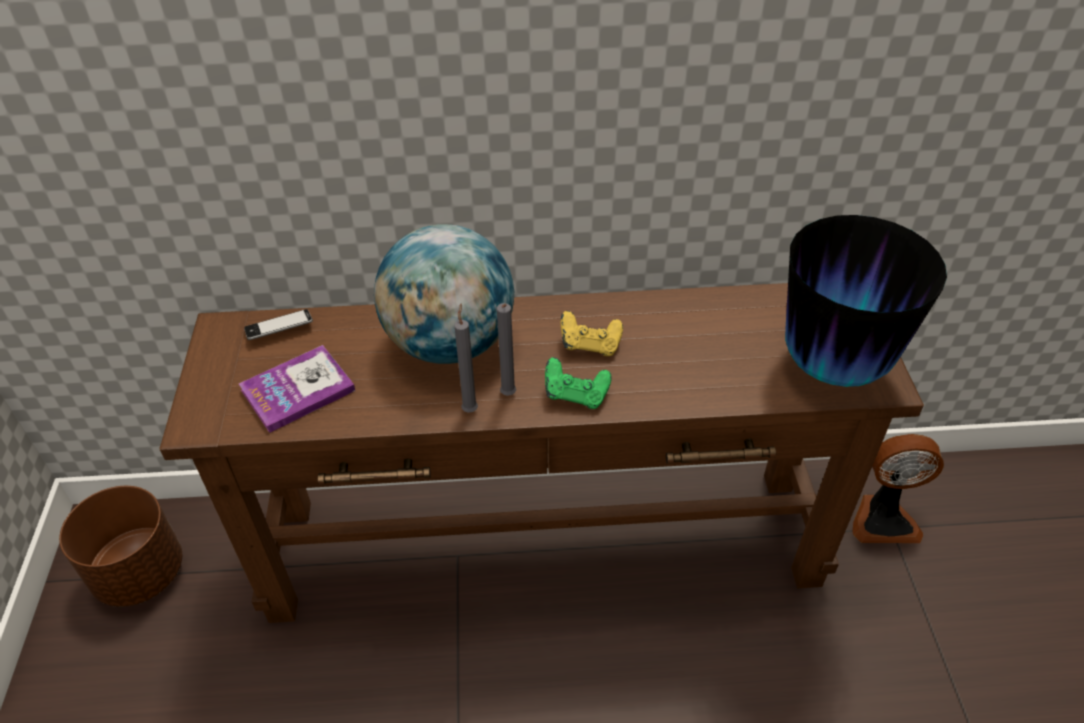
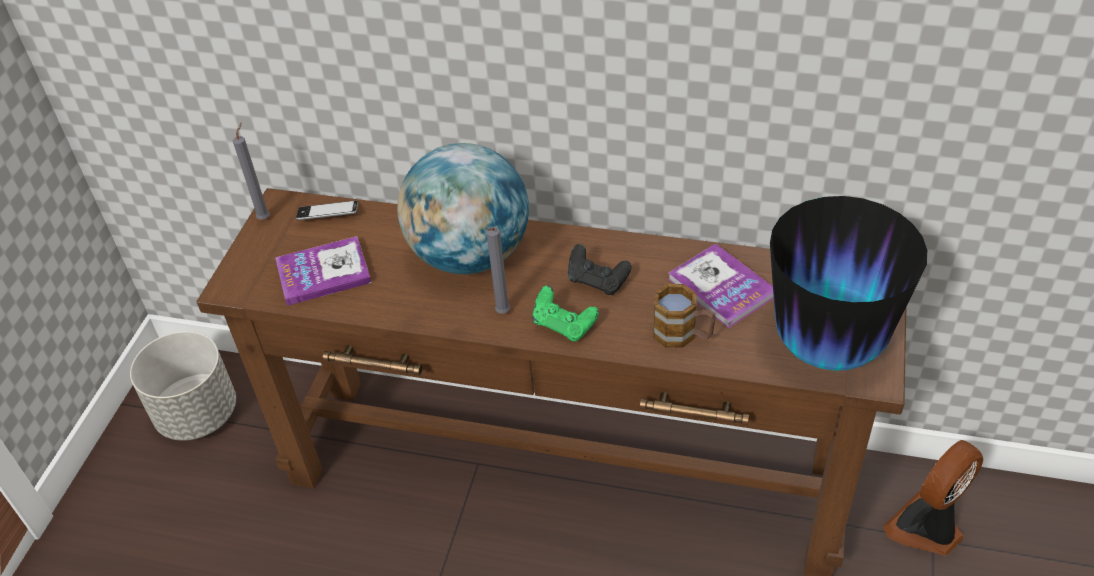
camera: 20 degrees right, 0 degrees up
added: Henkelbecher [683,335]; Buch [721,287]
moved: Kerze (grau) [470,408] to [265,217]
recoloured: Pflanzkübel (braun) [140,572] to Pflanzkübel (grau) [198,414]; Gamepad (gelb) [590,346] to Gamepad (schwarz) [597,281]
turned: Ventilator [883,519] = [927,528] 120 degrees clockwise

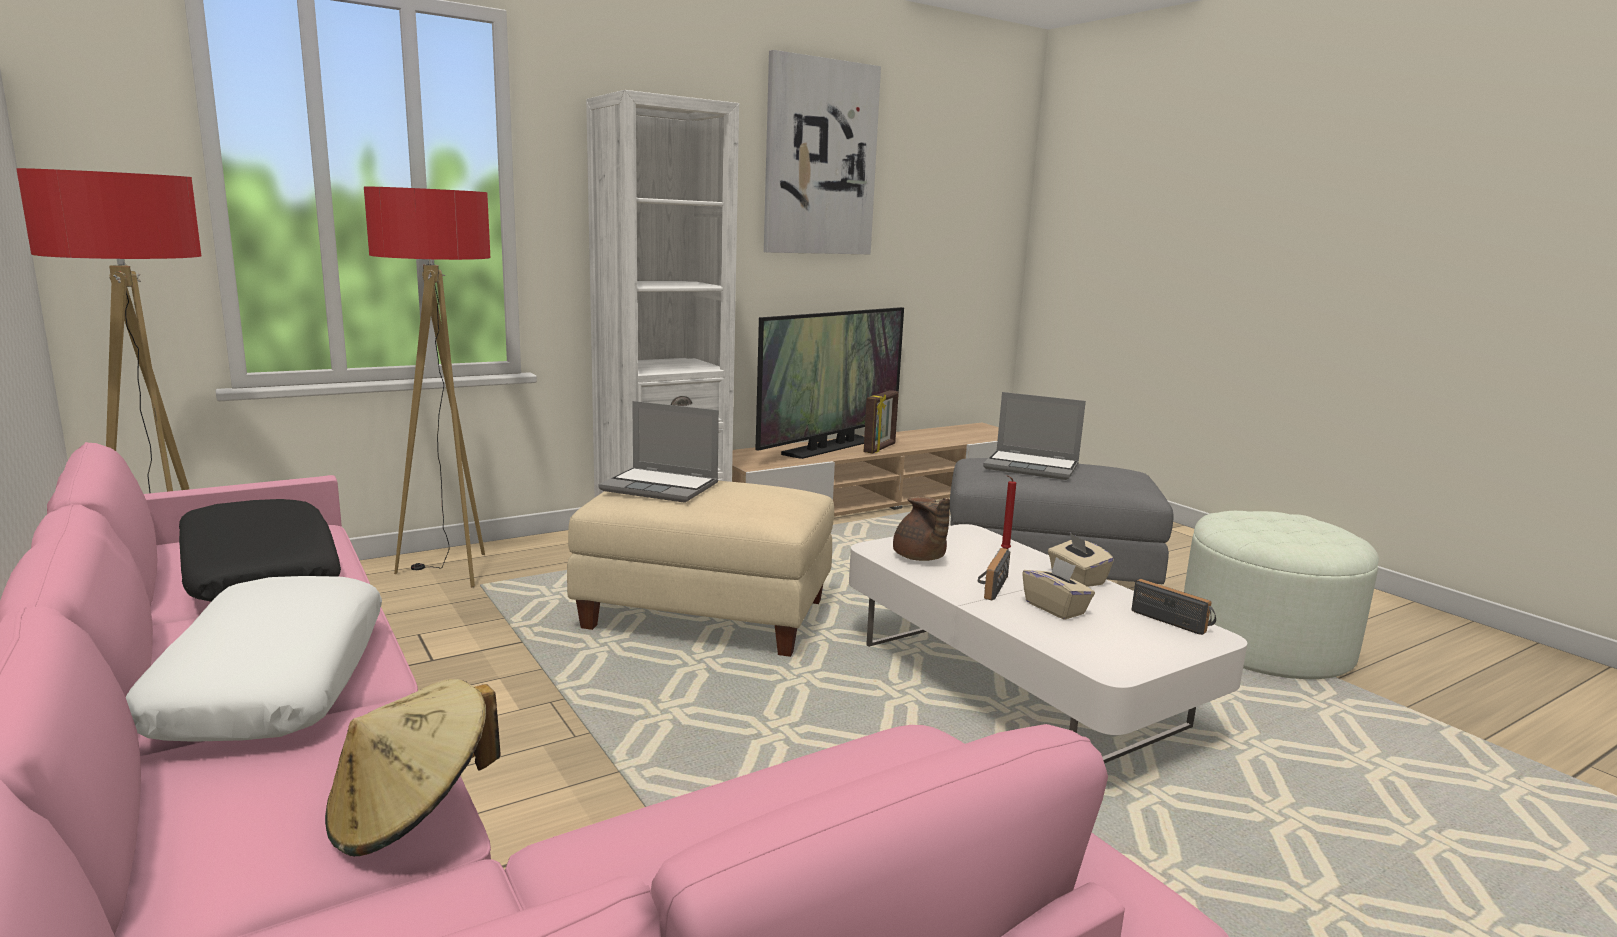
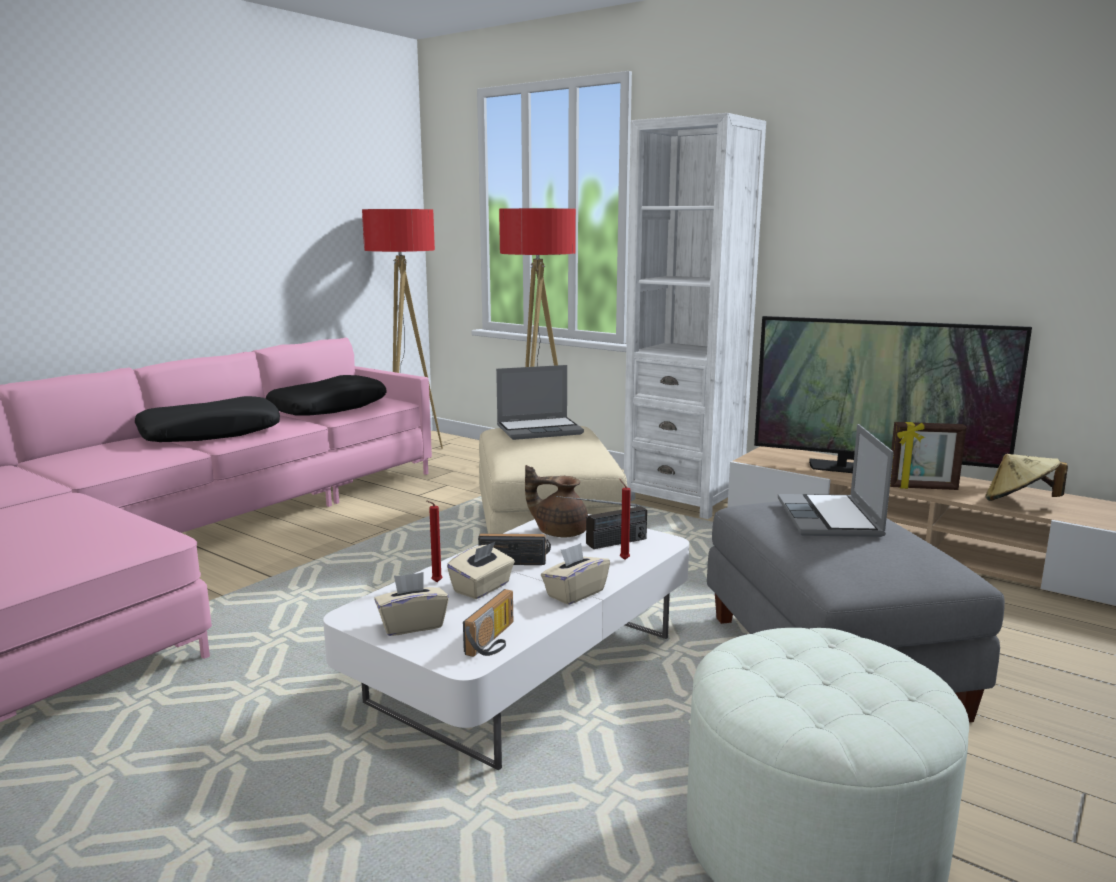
camera: 70 degrees right, 0 degrees up
removed: Bild [820,158]
added: Taschentuchbox (beige) [412,625]; Kerze (rot) [435,582]; Radio [602,545]
moved: Hut (beige) [411,813] to [1019,502]
recoloured: Kissen (weiß) [272,681] to Kissen (schwarz) [210,433]
turned: Laptop [662,487] = [540,430] 105 degrees counterclockwise; Teekanne (braun) [920,558] = [559,532] 60 degrees clockwise

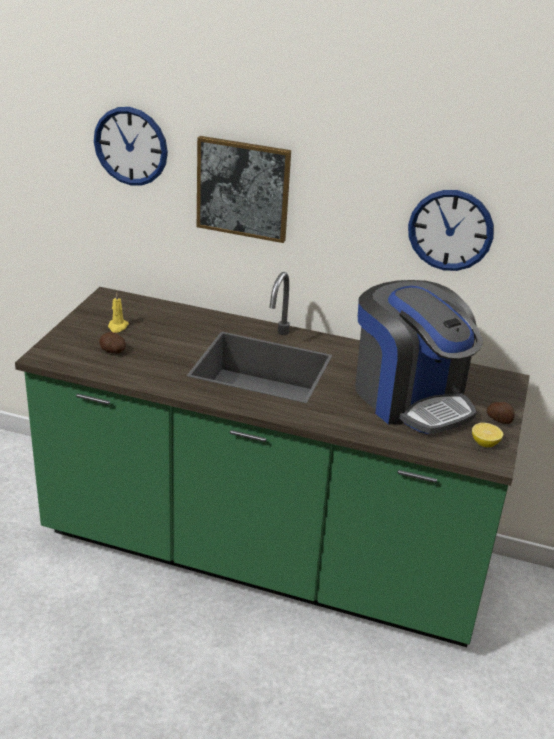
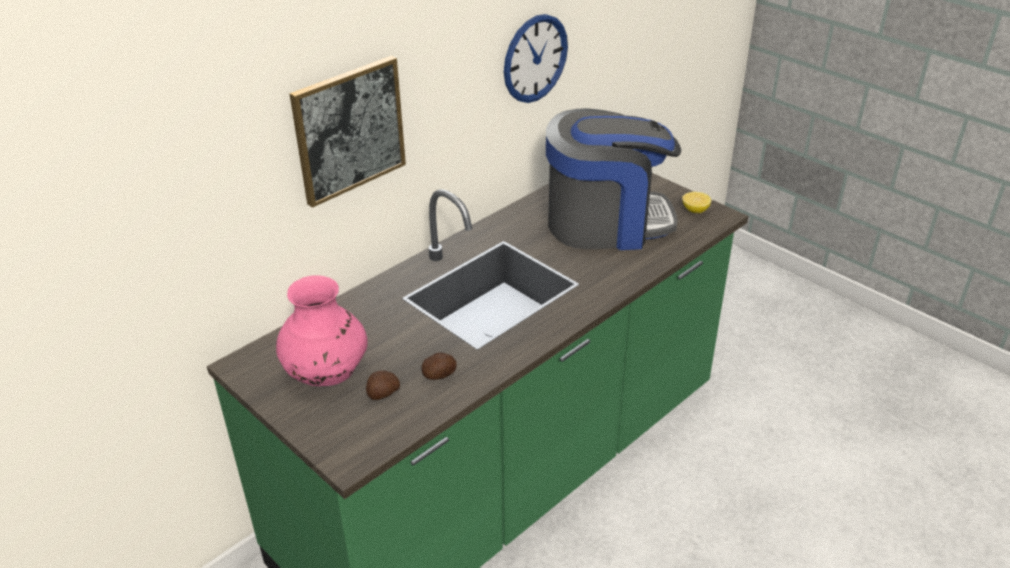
camera: 60 degrees left, 5 degrees up
removed: Wanduhr [131,146]
moved: Kartoffel [499,420] to [439,375]
replaced: Kerze (gelb) [117,327] to Vase (rosa) [327,375]

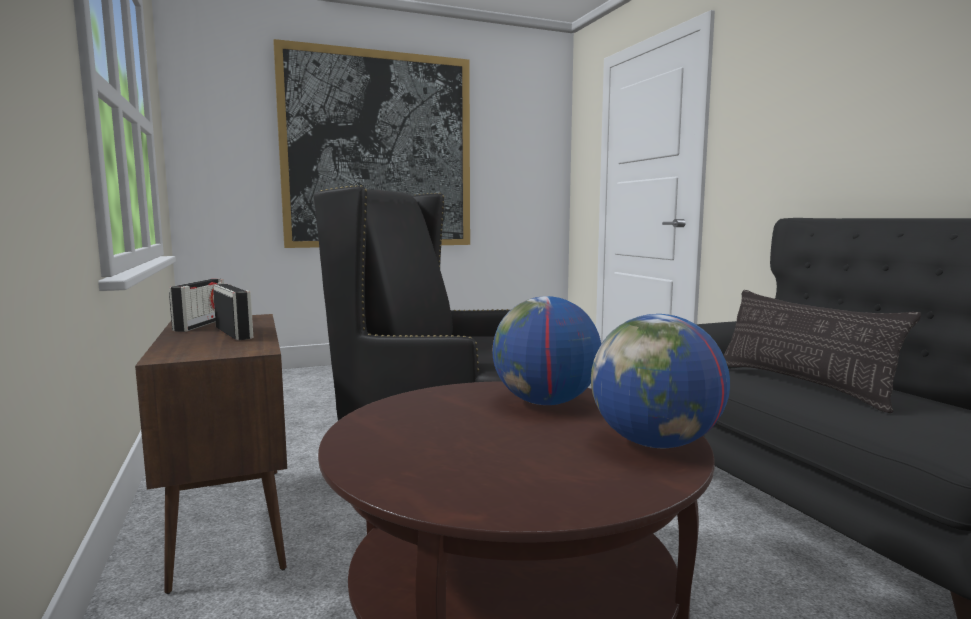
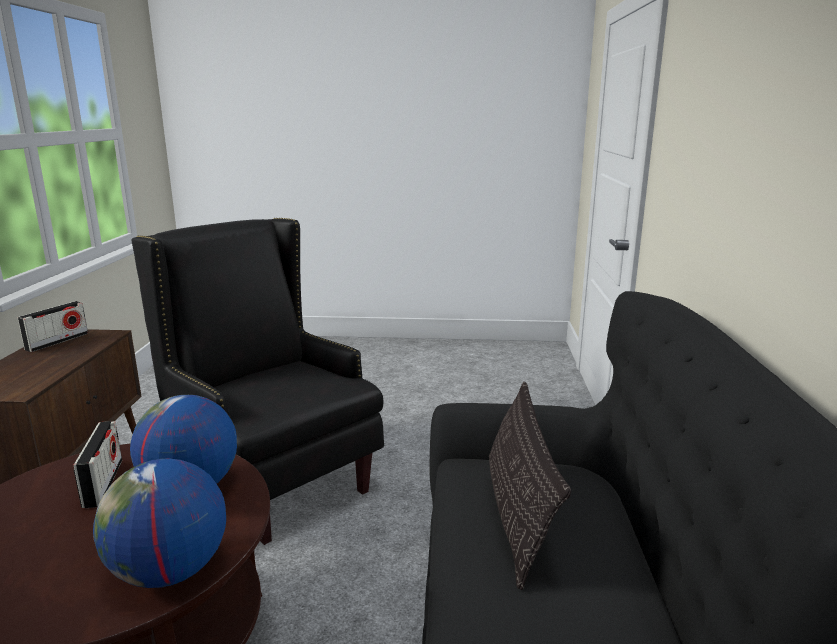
camera: 25 degrees right, 10 degrees up
removed: Bild [378,151]
moved: Radio [234,333] to [103,483]

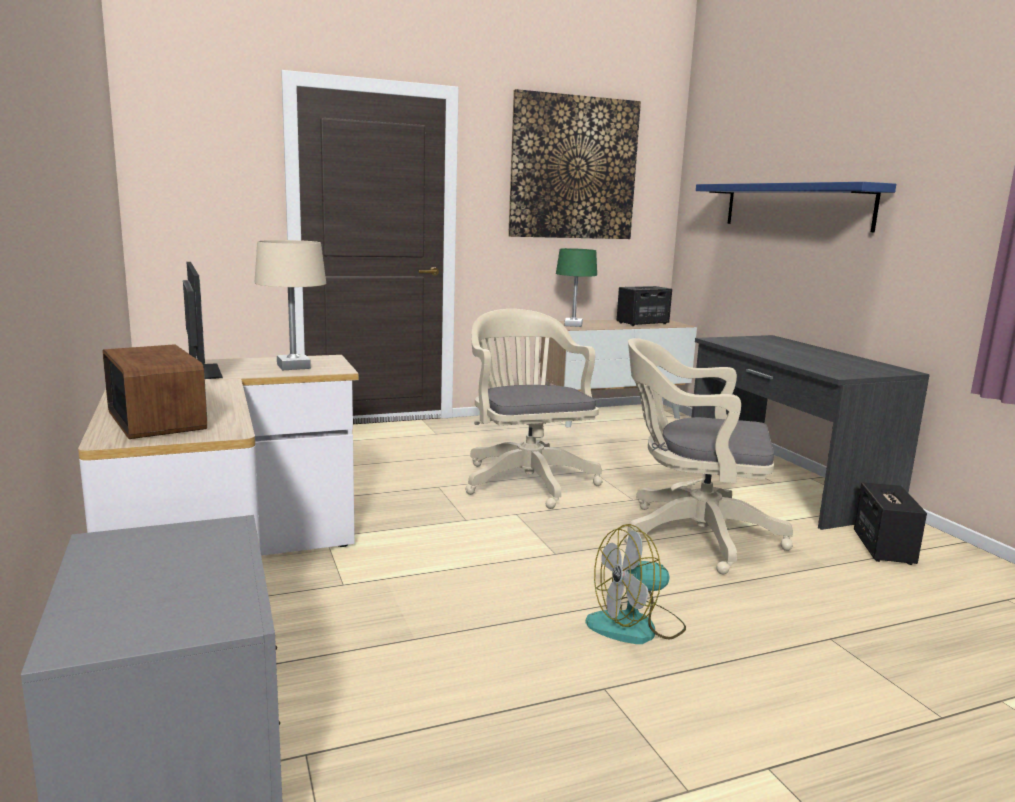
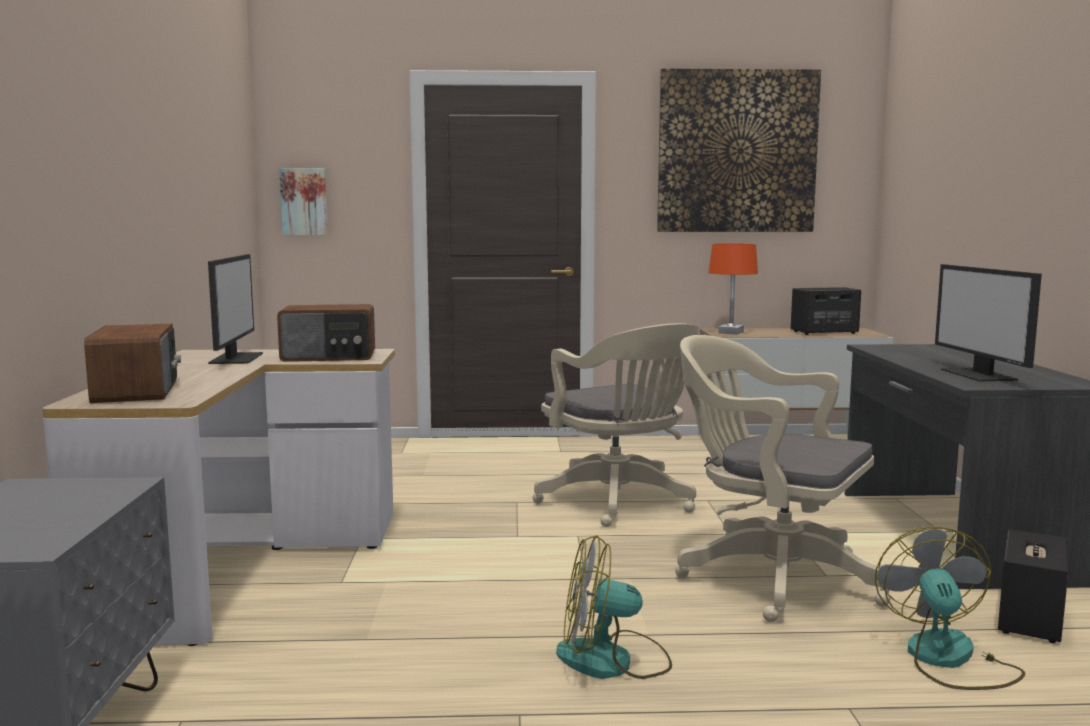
camera: 20 degrees right, 5 degrees down
removed: Wandregal (blau) [795,206]
added: Bild [304,201]; Ventilator [948,659]; Monitor [980,375]
replaced: Tischlampe (beige) [294,366] to Radio [329,356]
recoloured: Tischlampe (grün) [573,325] to Tischlampe (orange) [730,332]
turned: Bürostuhl (beige) [526,479] = [620,503] 150 degrees clockwise

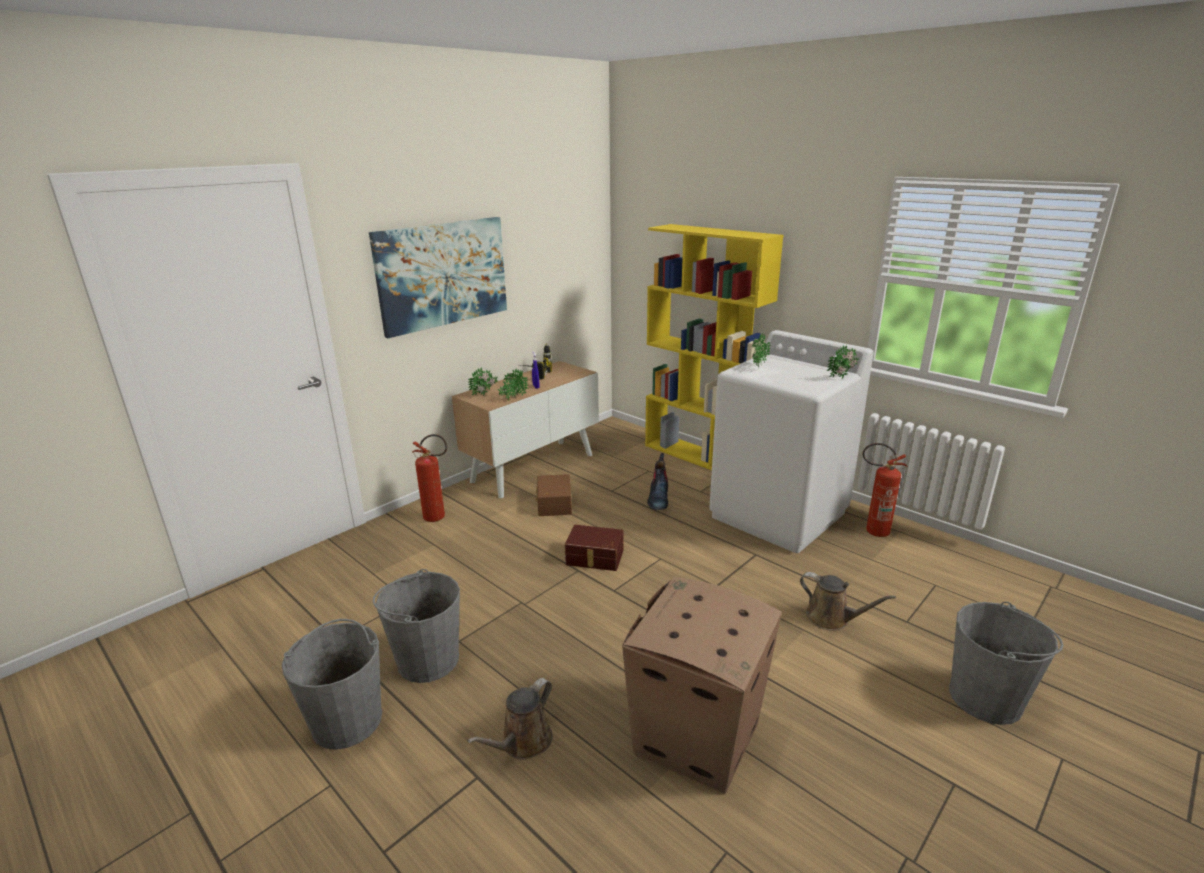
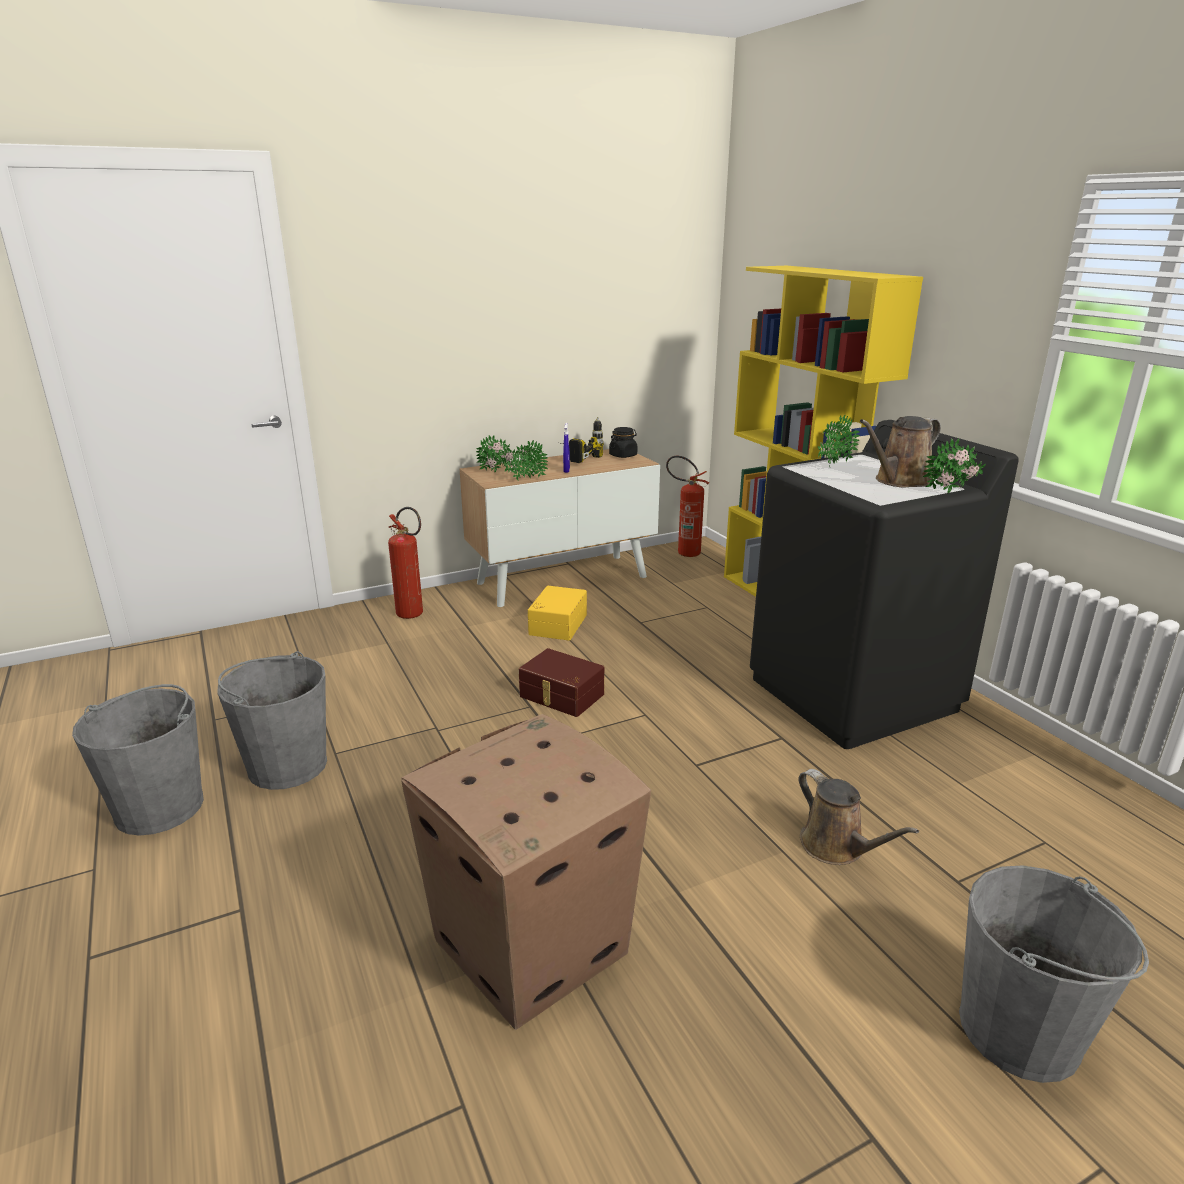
camera: 20 degrees right, 0 degrees up
removed: Bild [442,274]; Stiefel [658,498]
added: Vorratsglas (schwarz) [623,455]
moved: Gießkanne (braun) [523,743] to [900,481]; Feuerlöscher [871,531] to [683,552]
recoloured: Aufbewahrungsbox (braun) [553,504] to Aufbewahrungsbox (gelb) [556,624]; Waschmaschine (weiß) [779,515] to Waschmaschine (schwarz) [853,694]

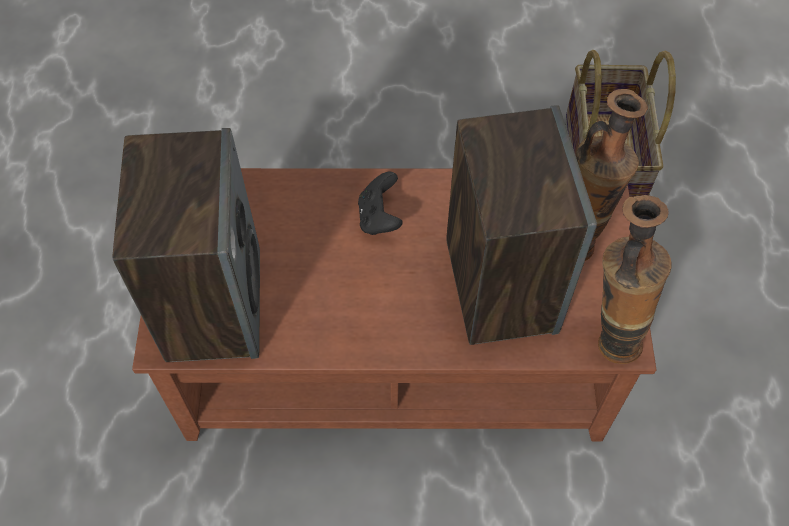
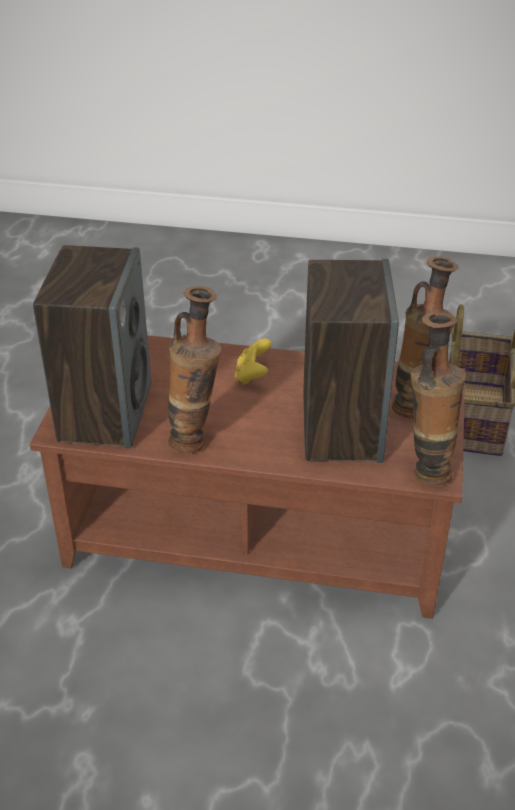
camera: 10 degrees right, 20 degrees down
added: Vase [195,439]
recoloured: Gamepad (schwarz) [379,217] to Gamepad (gelb) [252,376]

